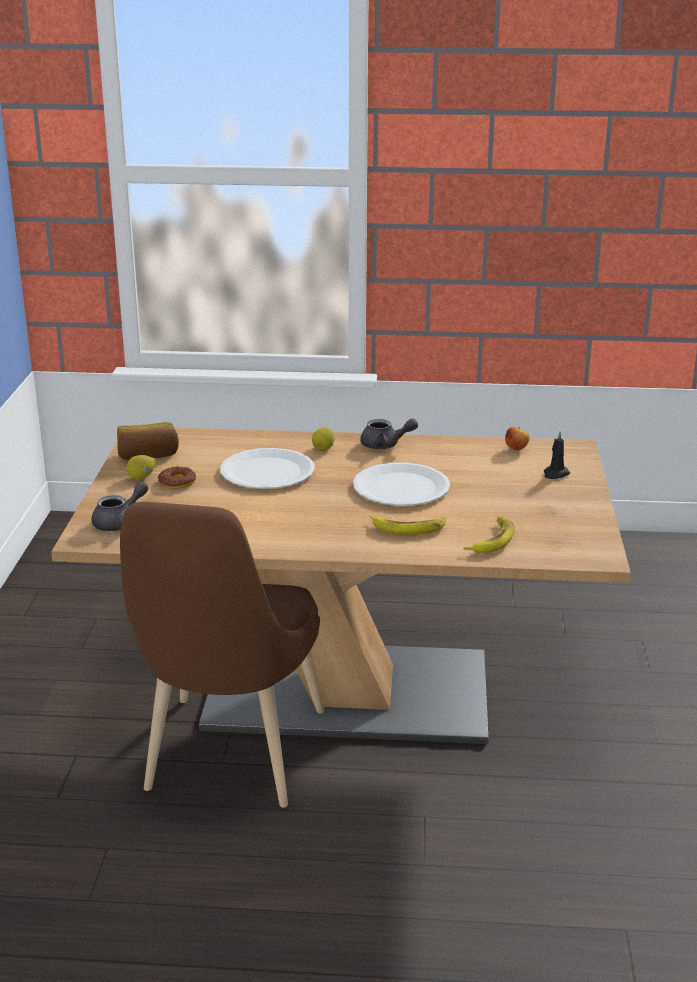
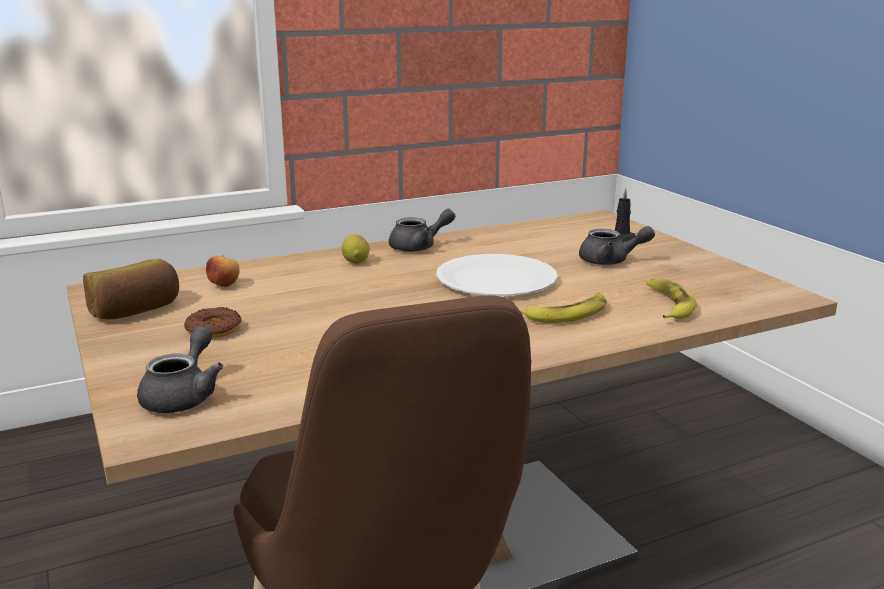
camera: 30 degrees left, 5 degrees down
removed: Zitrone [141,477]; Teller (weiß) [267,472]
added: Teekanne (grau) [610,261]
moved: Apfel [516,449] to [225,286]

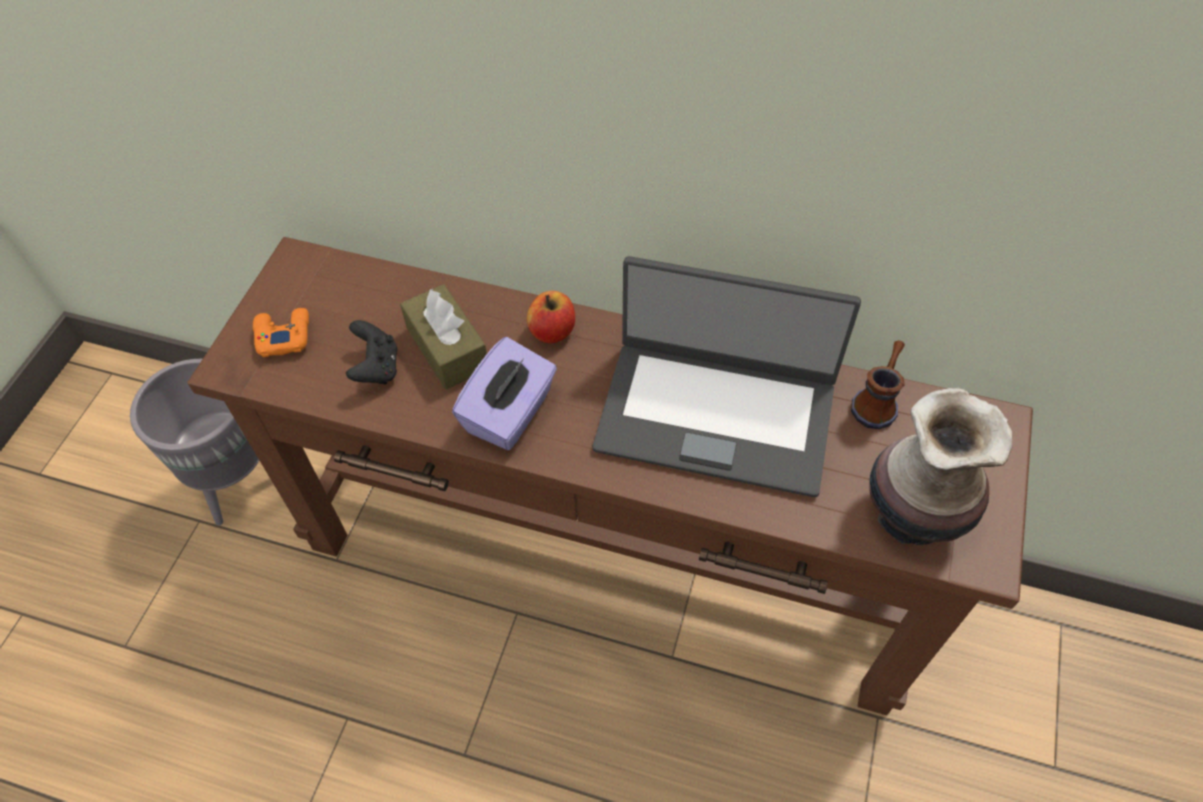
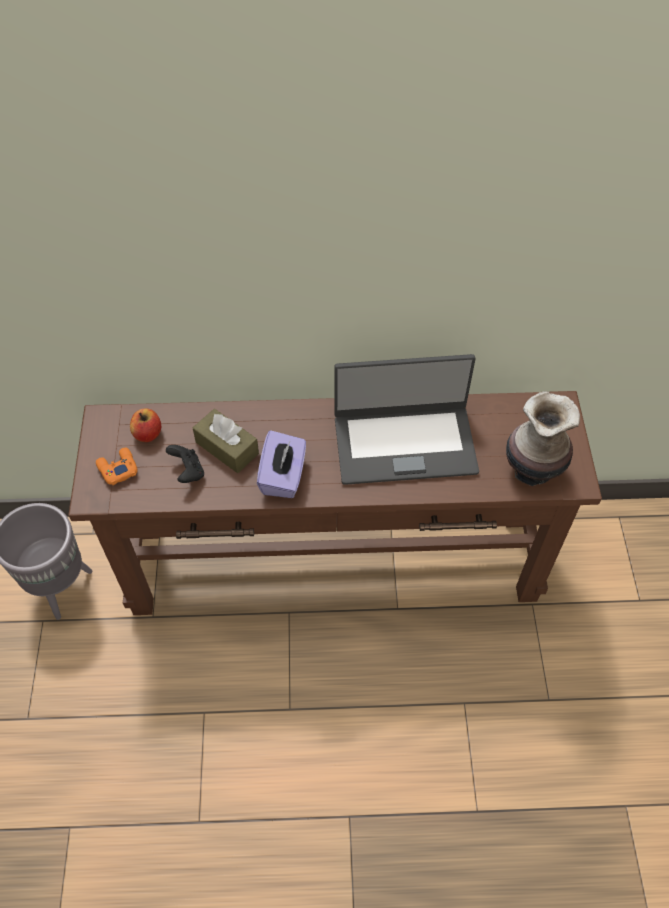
camera: 20 degrees left, 0 degrees up
removed: Henkelbecher [877,401]
moved: Apfel [552,331] to [148,433]

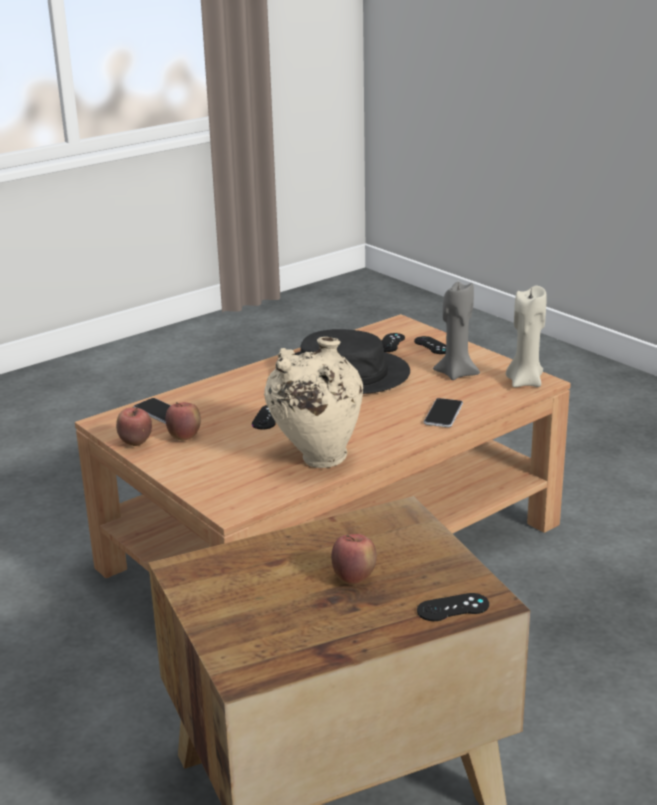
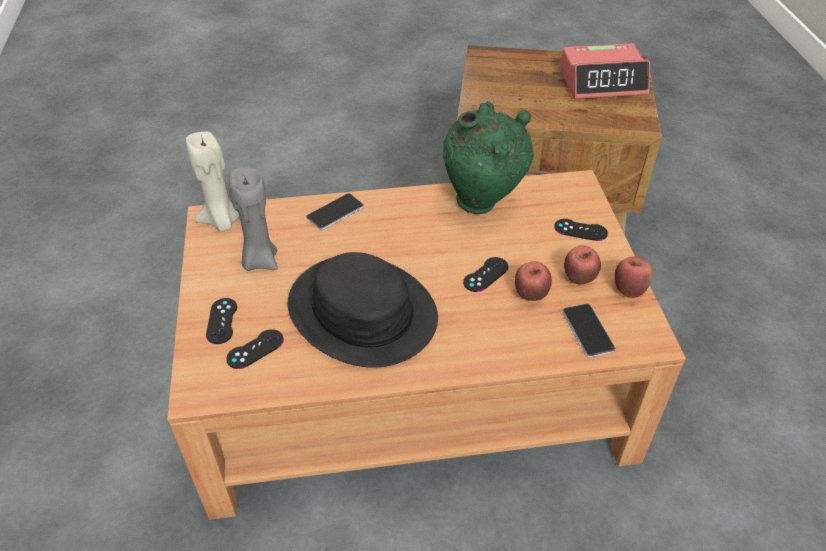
camera: 150 degrees left, 20 degrees up
added: Wecker [603,82]
moved: Apfel [354,579] to [531,295]; Gamepad (schwarz) [453,608] to [580,230]
recoloured: Vase (beige) [316,459] to Vase (grün) [482,204]

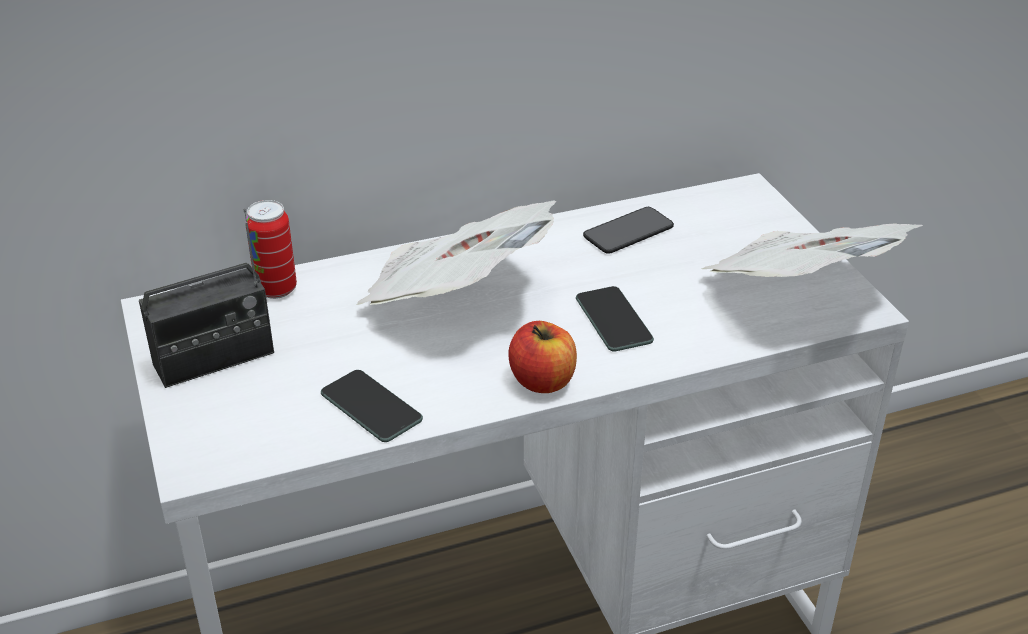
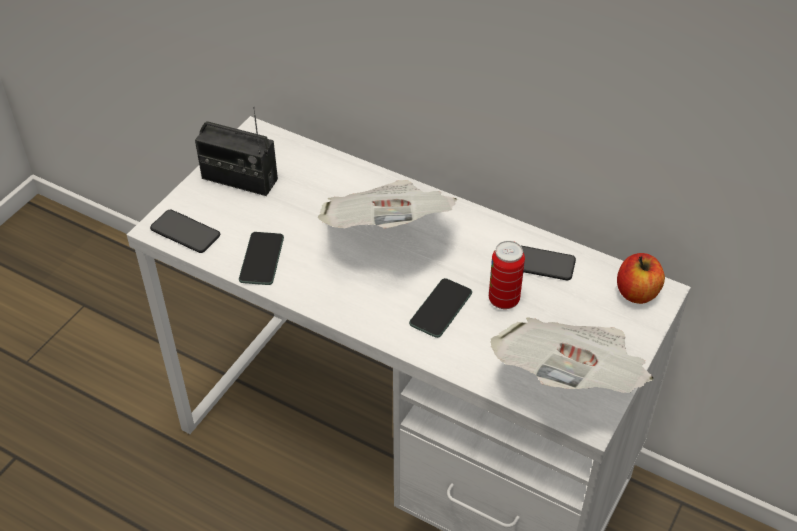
camera: 50 degrees right, 10 degrees up
added: Handy [185,232]
moved: Dose [276,289] to [503,300]; Apfel [542,381] to [637,292]

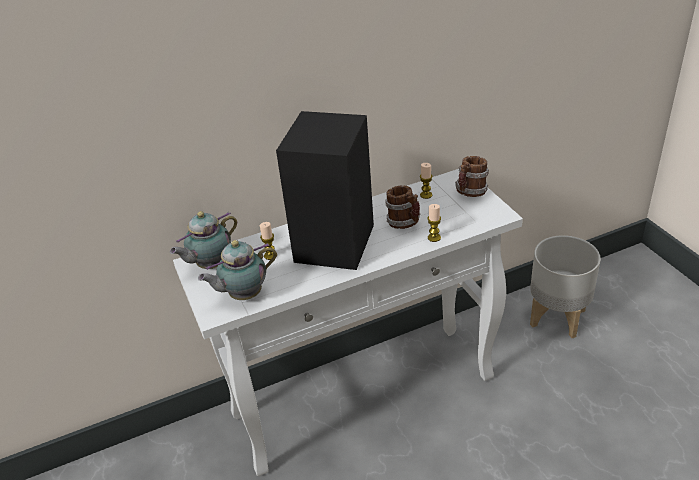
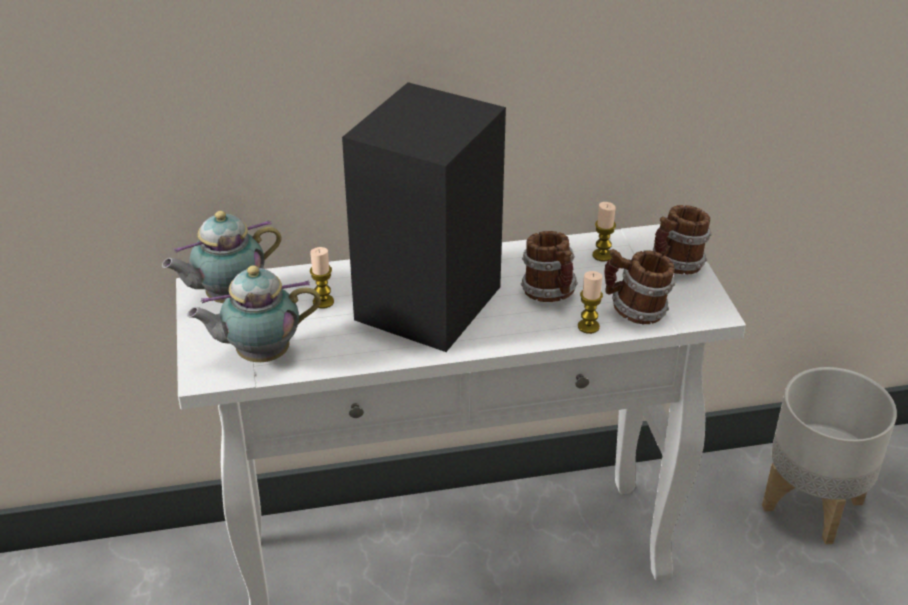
camera: 10 degrees right, 0 degrees up
added: Henkelbecher [635,311]

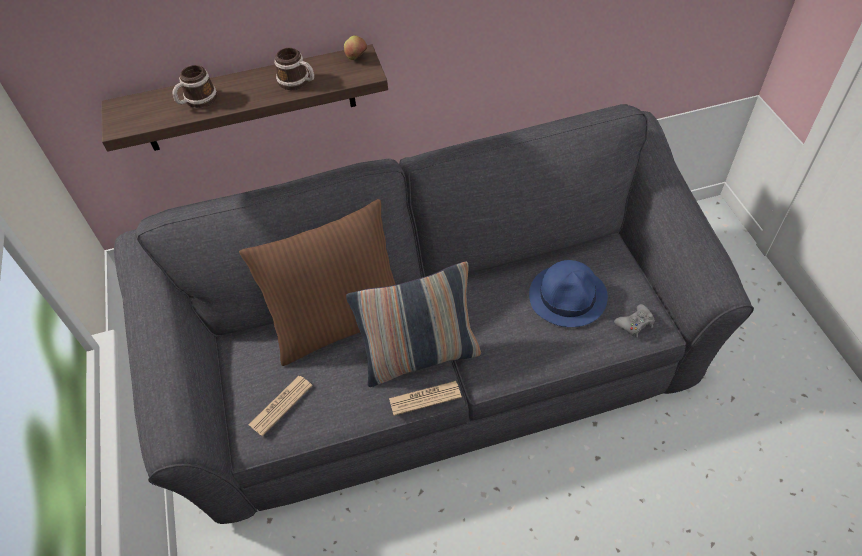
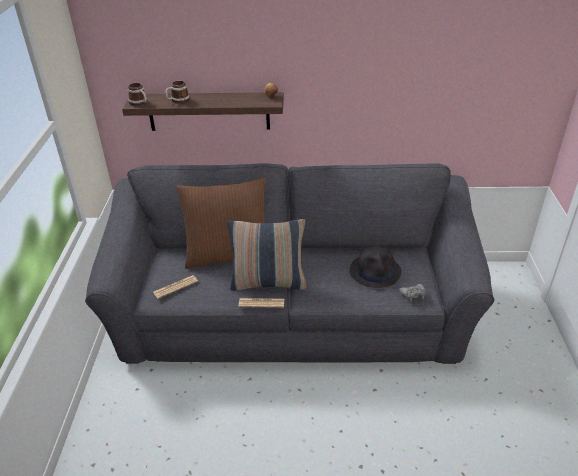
camera: 15 degrees right, 15 degrees down
moved: Henkelbecher [298,82] to [140,103]
recoloured: Hut (blau) [568,296] to Hut (schwarz) [375,271]

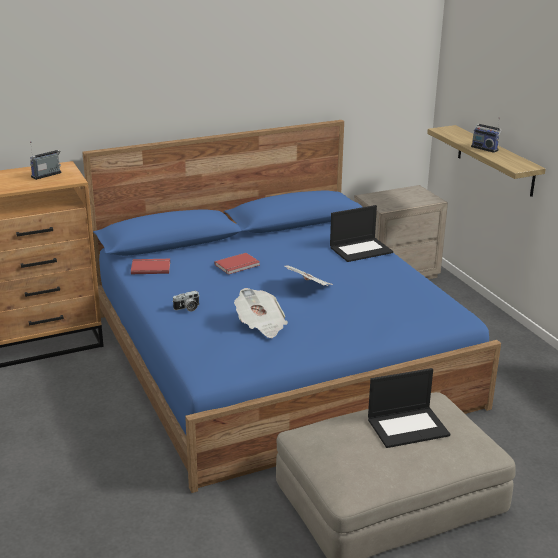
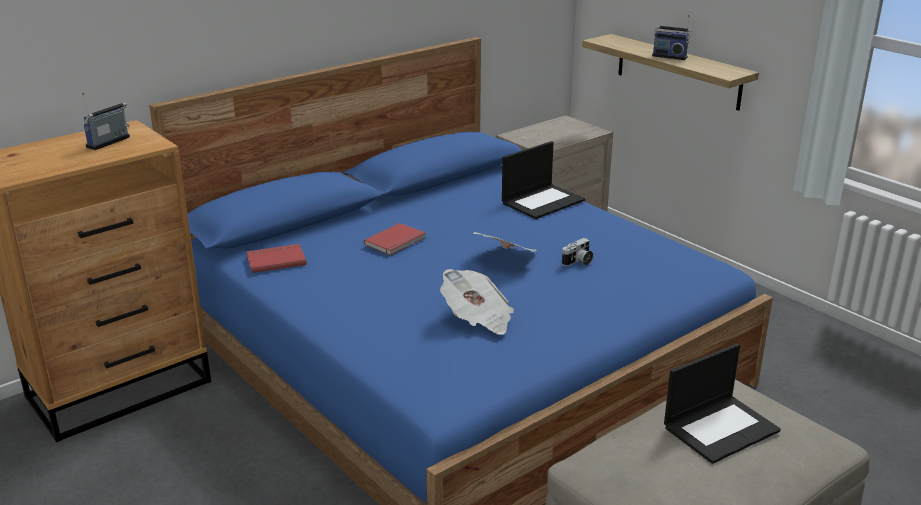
camera: 15 degrees left, 0 degrees up
moved: Kamera [187,308] to [578,262]

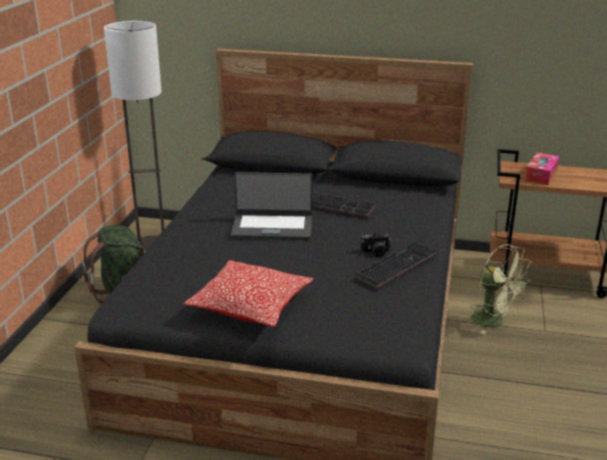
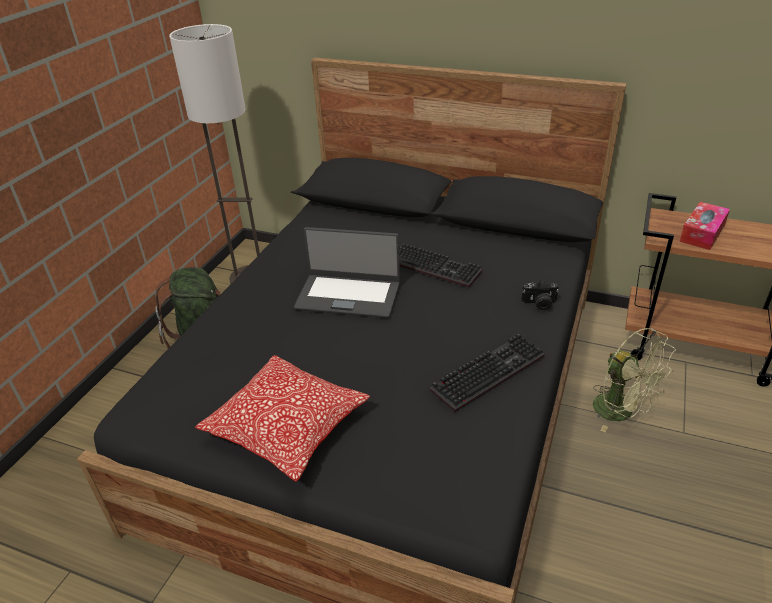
camera: 10 degrees right, 10 degrees up
moved: Kamera [376,252] to [539,304]

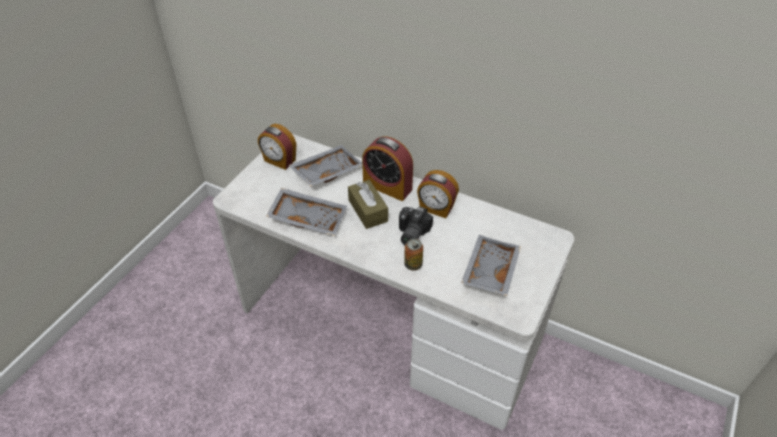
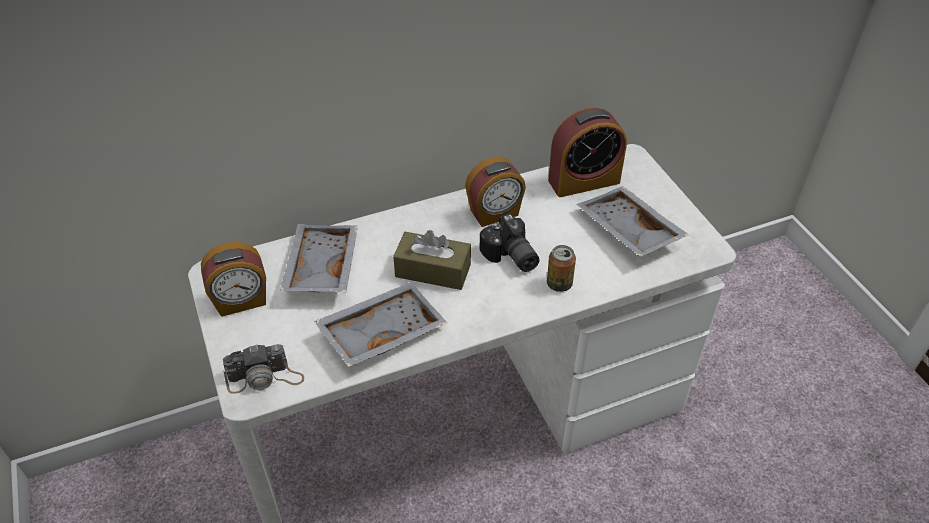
camera: 50 degrees left, 0 degrees up
added: Kamera [265,377]
moved: Wecker [387,186] to [584,181]

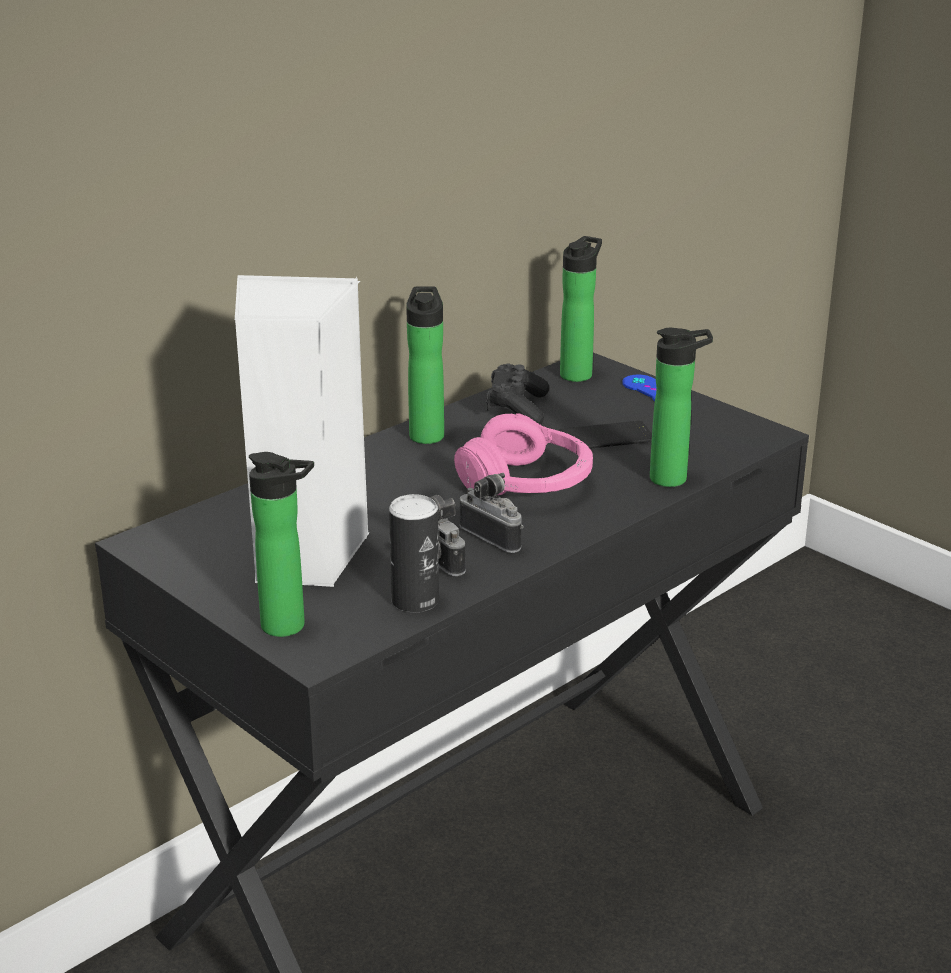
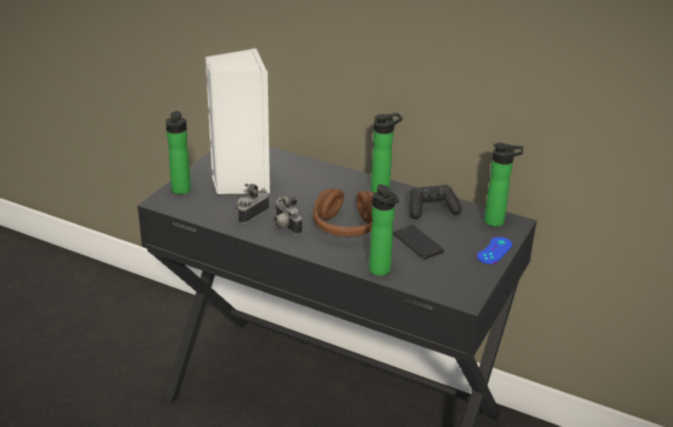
camera: 70 degrees right, 5 degrees up
removed: Dose [415,601]
recoloured: Kopfhörer (rosa) [527,483] to Kopfhörer (braun) [346,226]
turned: Kamera [496,536] = [285,227] 120 degrees clockwise

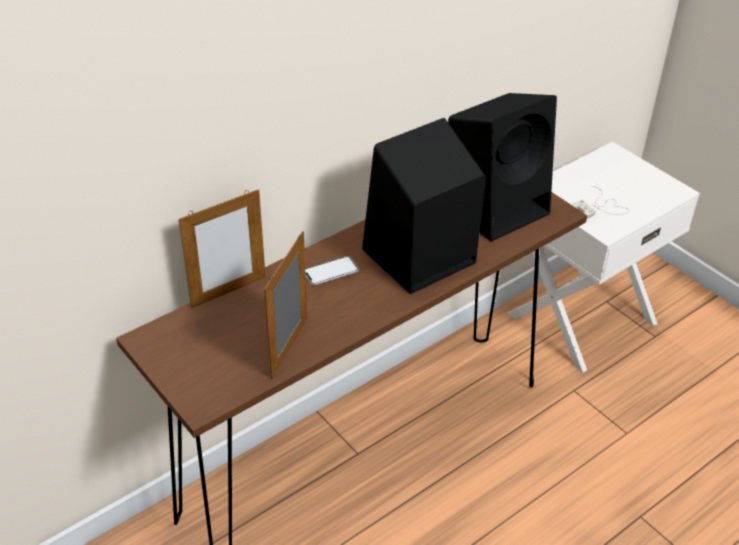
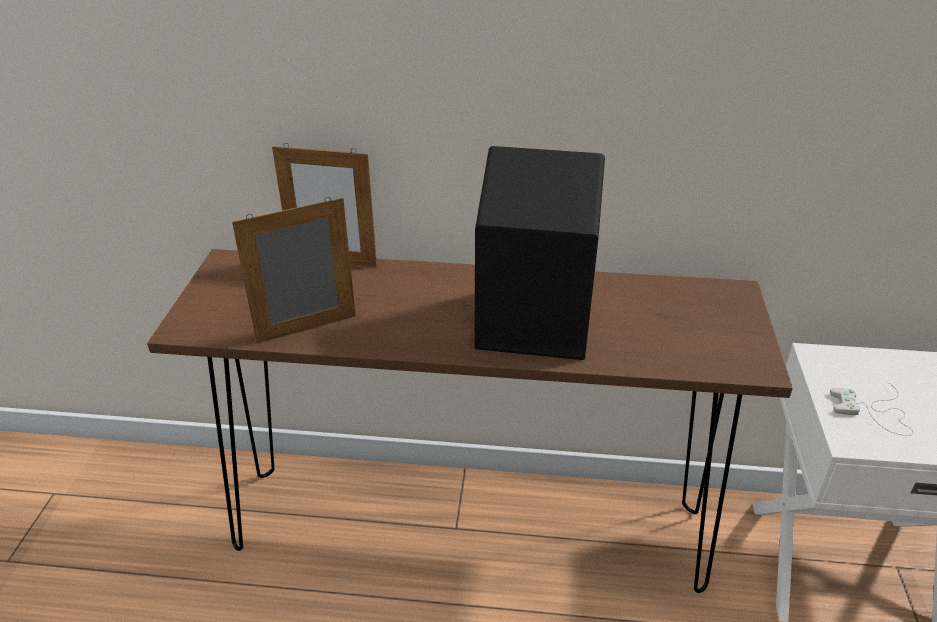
camera: 45 degrees right, 5 degrees down
removed: Handy [330,271]; Lautsprecher (schwarz) [497,206]

